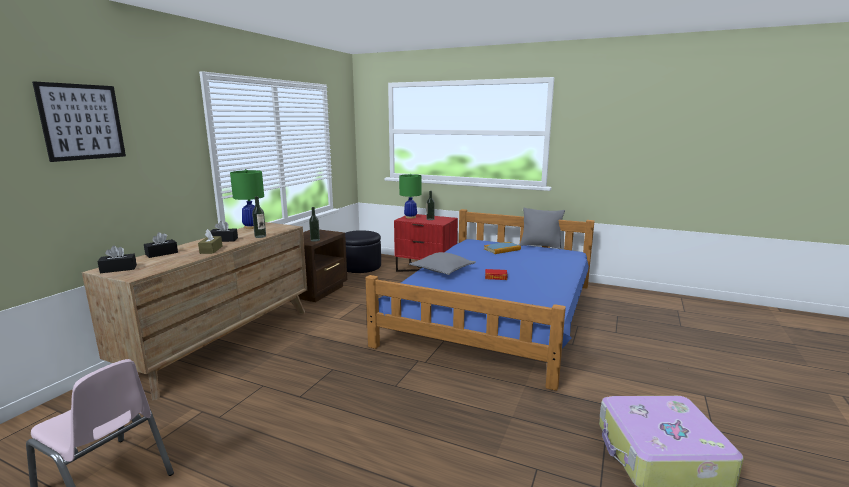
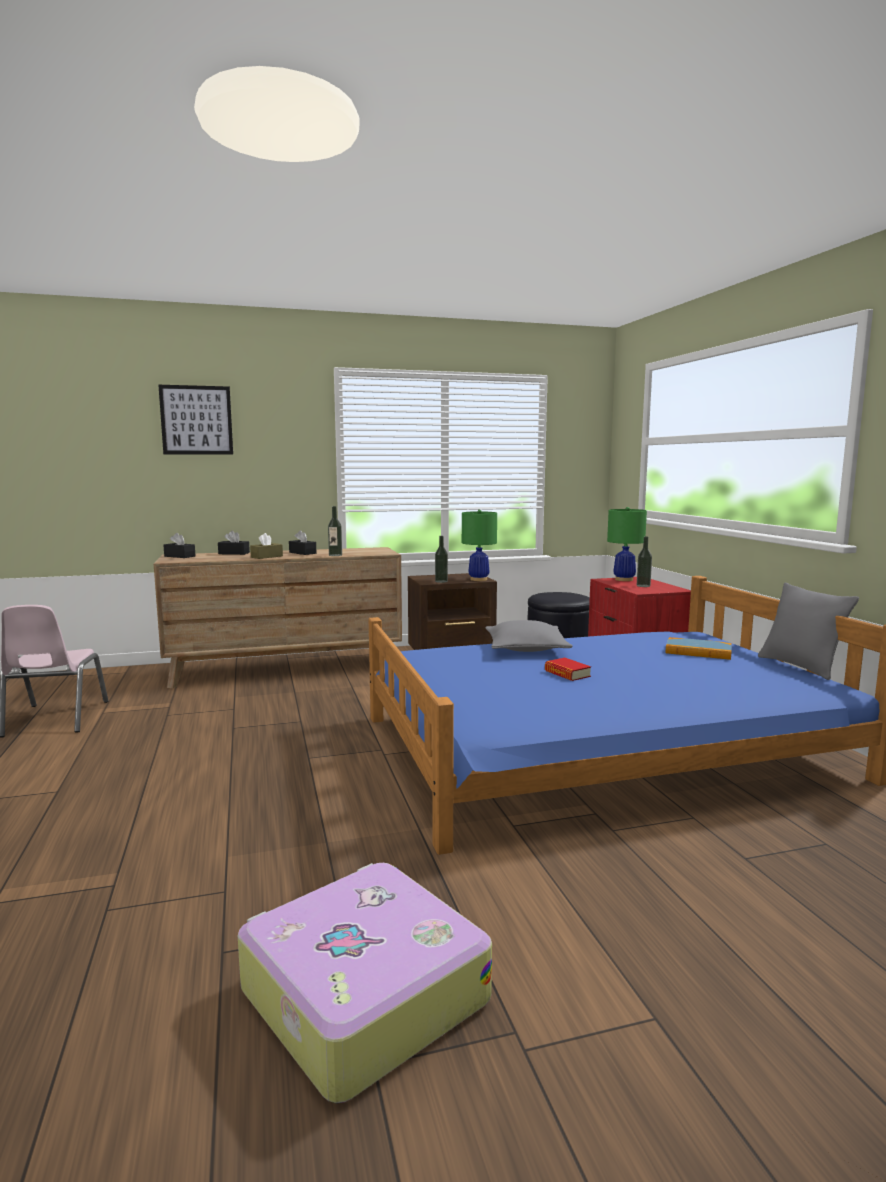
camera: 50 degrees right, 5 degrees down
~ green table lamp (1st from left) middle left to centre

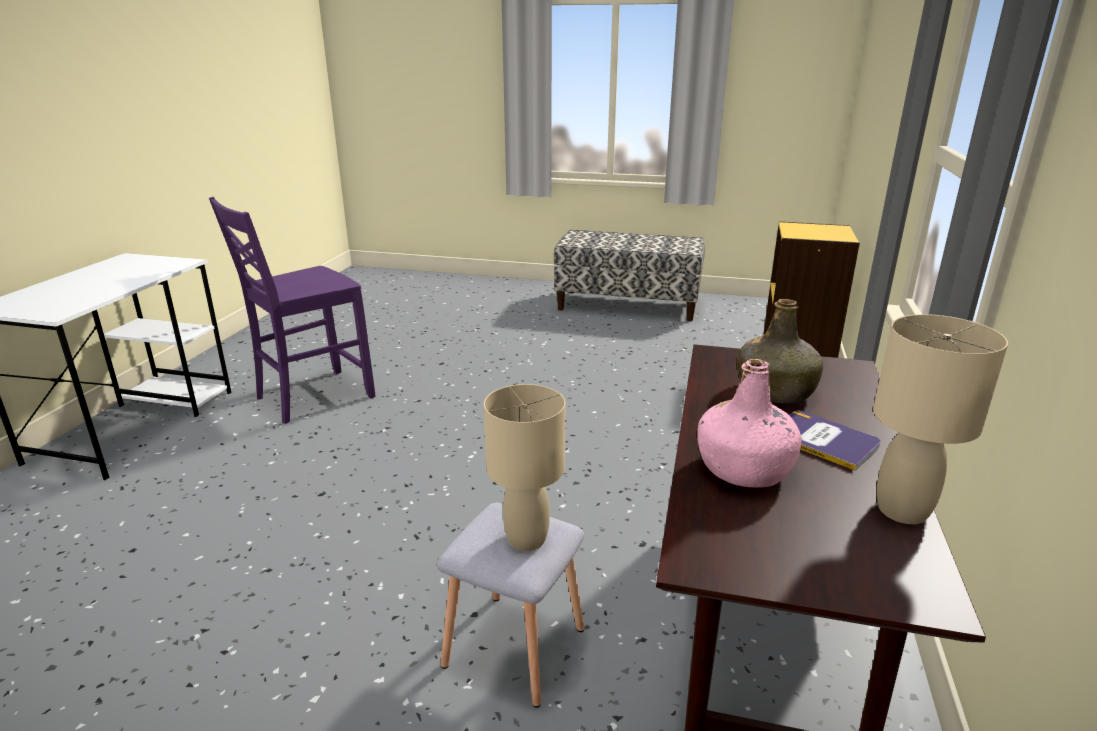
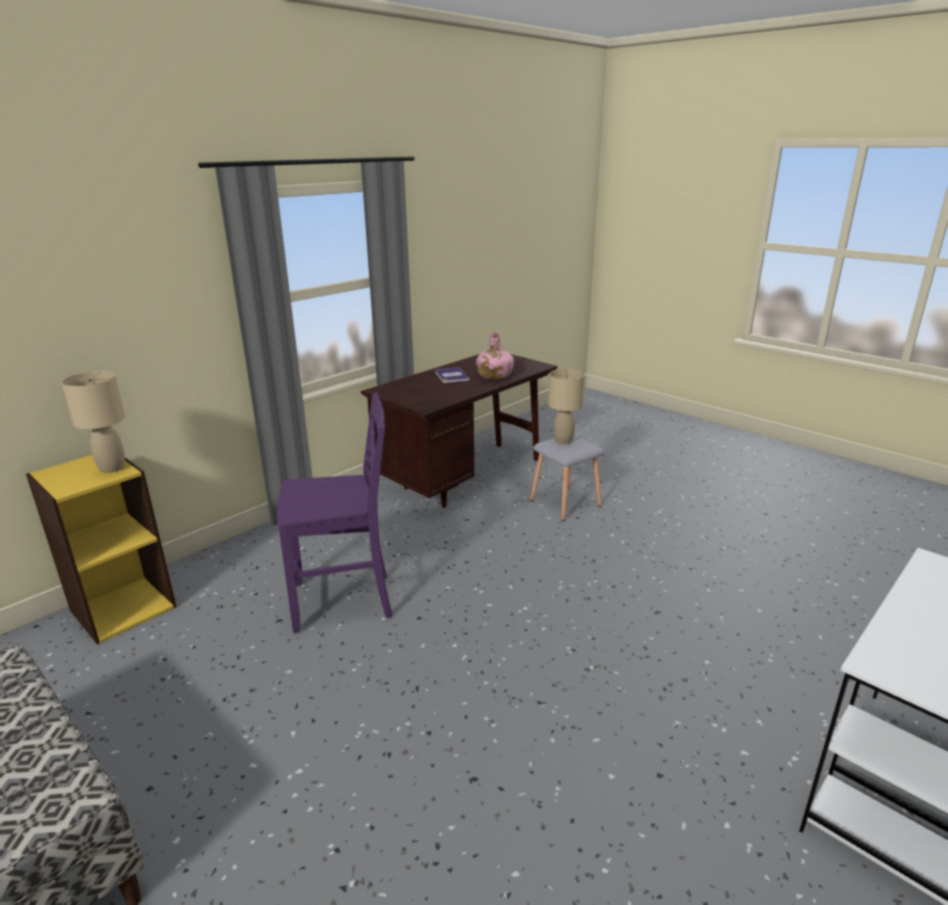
camera: 150 degrees left, 0 degrees up
~ purple plain chair middle left to centre
- green drink bottle middle right
~ sand-coloured table lamp (2nd from left in the first image) middle right to sand-coloured table lamp (1st from left) middle left

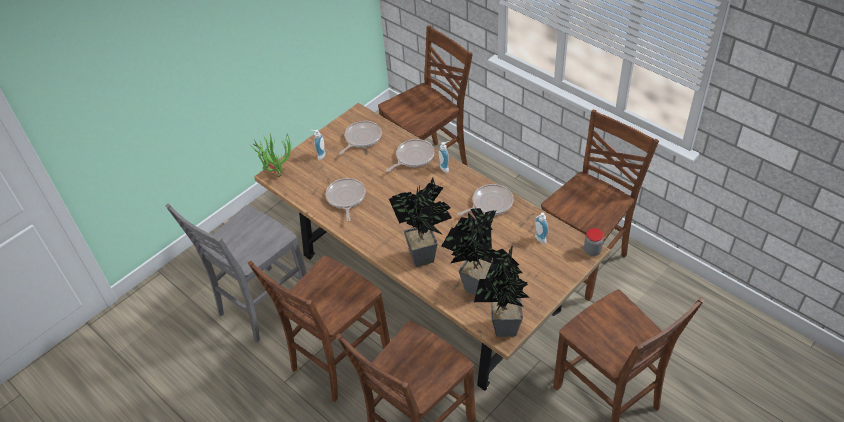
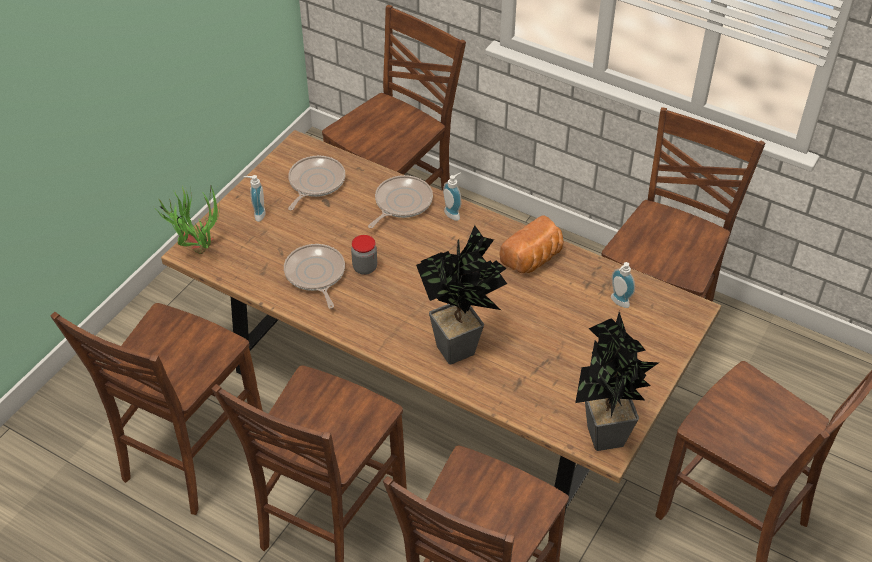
camera: 15 degrees left, 0 degrees up
~ greyish plain chair middle left to brown-coloured plain chair (1st from left) bottom left
- potted plant (3rd from left) centre
~ skillet (4th from left) centre to bread centre
~ jar middle right to centre

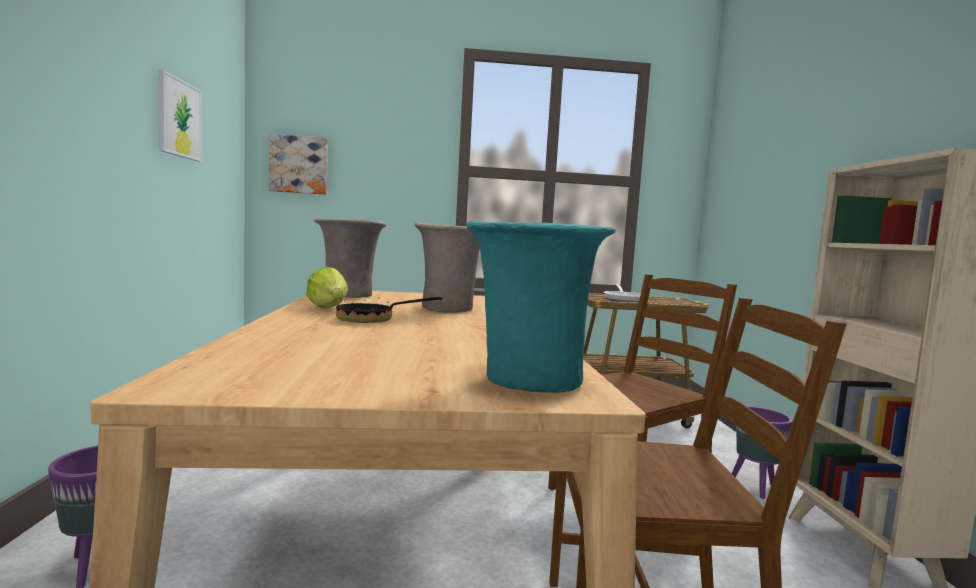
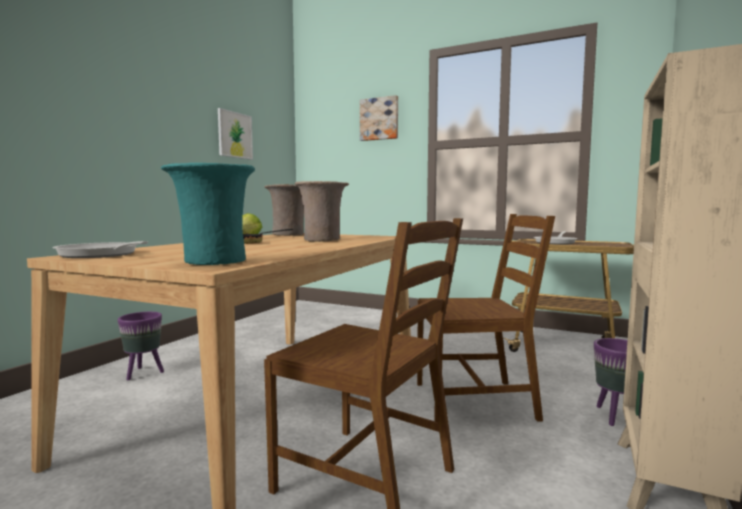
camera: 30 degrees right, 0 degrees up
~ wall art (2nd from left) top left to top centre
+ skillet (1st from left) middle left

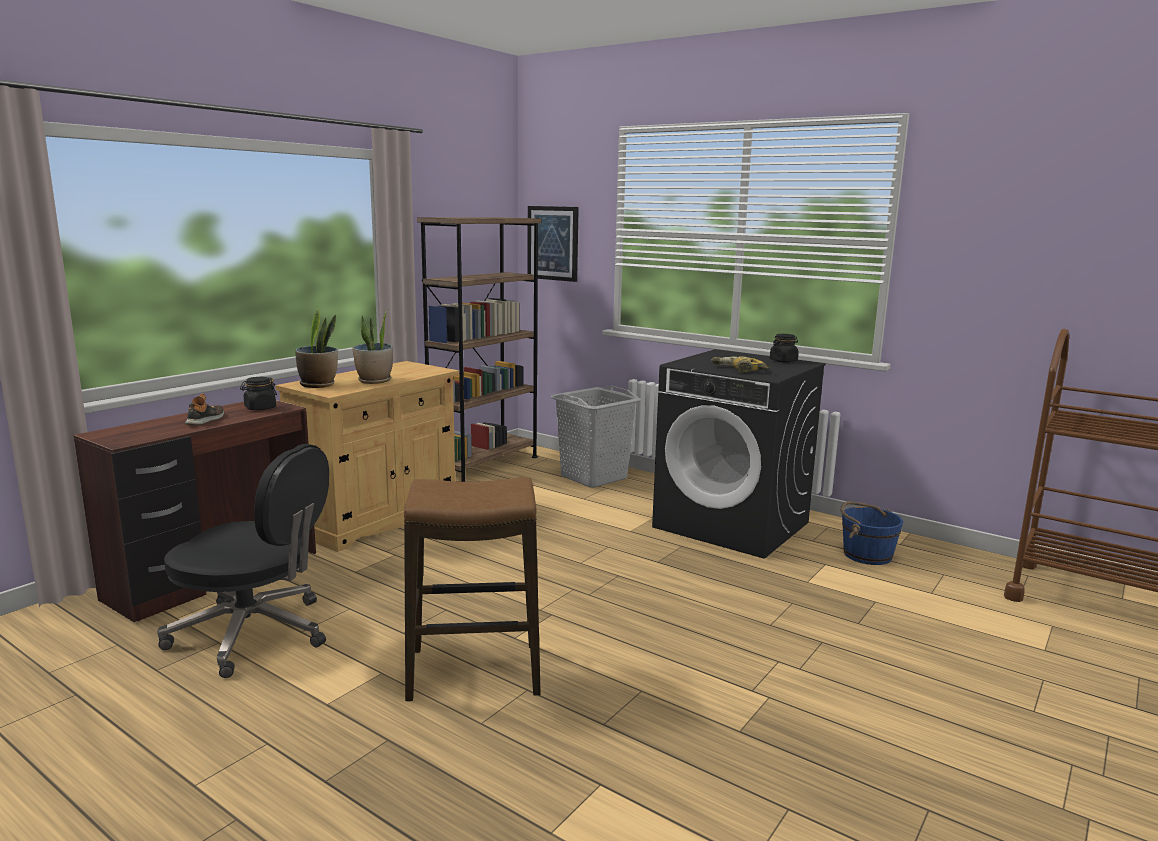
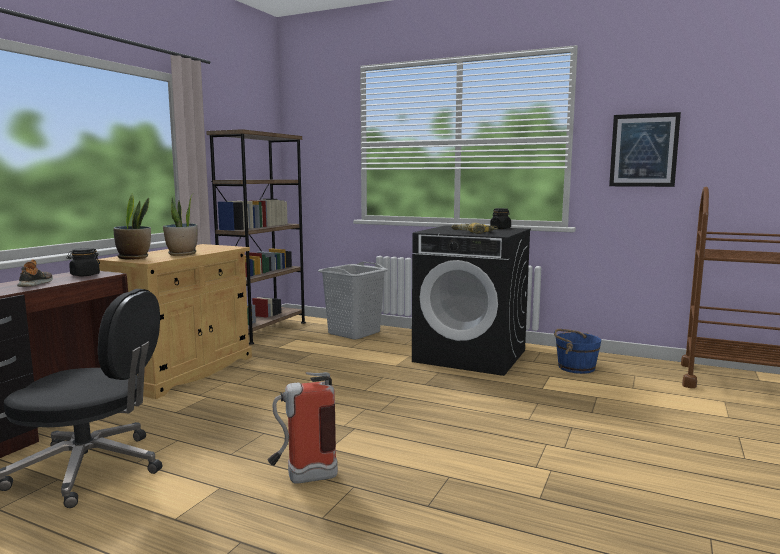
camera: 10 degrees left, 5 degrees down
~ stool bottom centre to extinguisher bottom centre
~ wall art top centre to top right

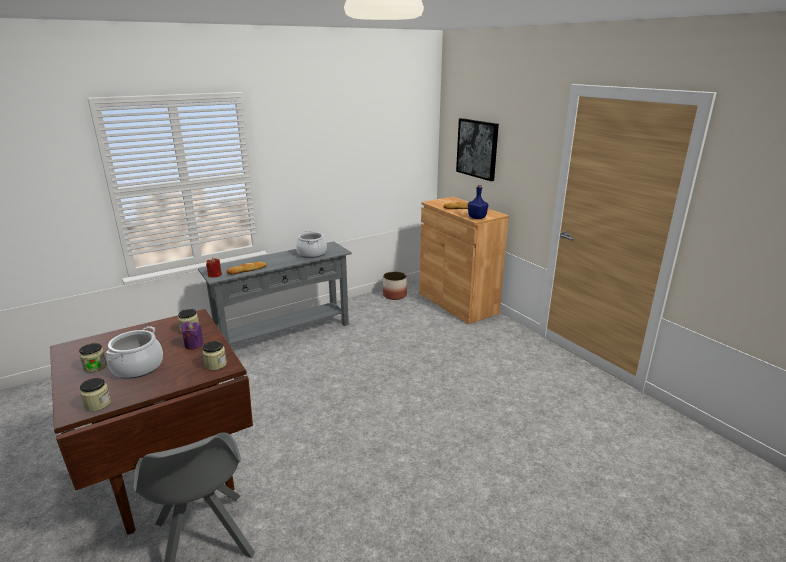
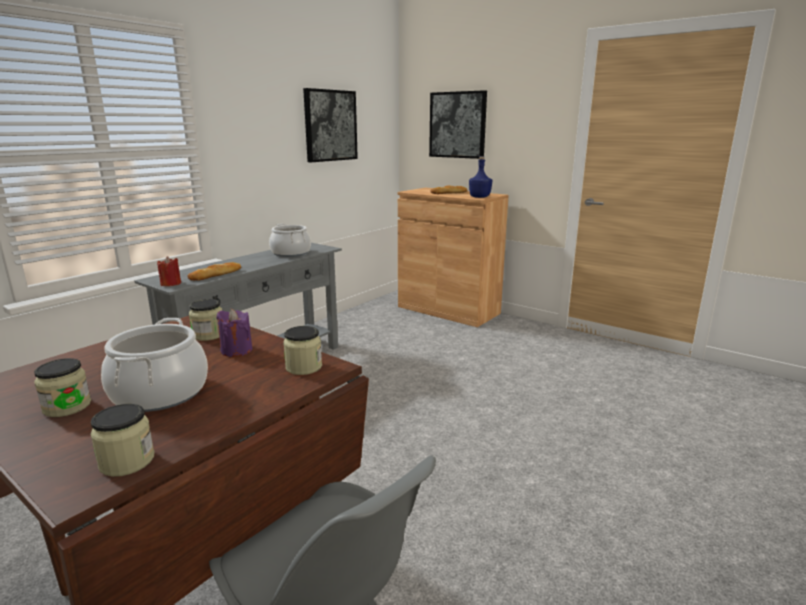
camera: 20 degrees left, 5 degrees down
- planter centre
+ wall art (1st from left) top centre

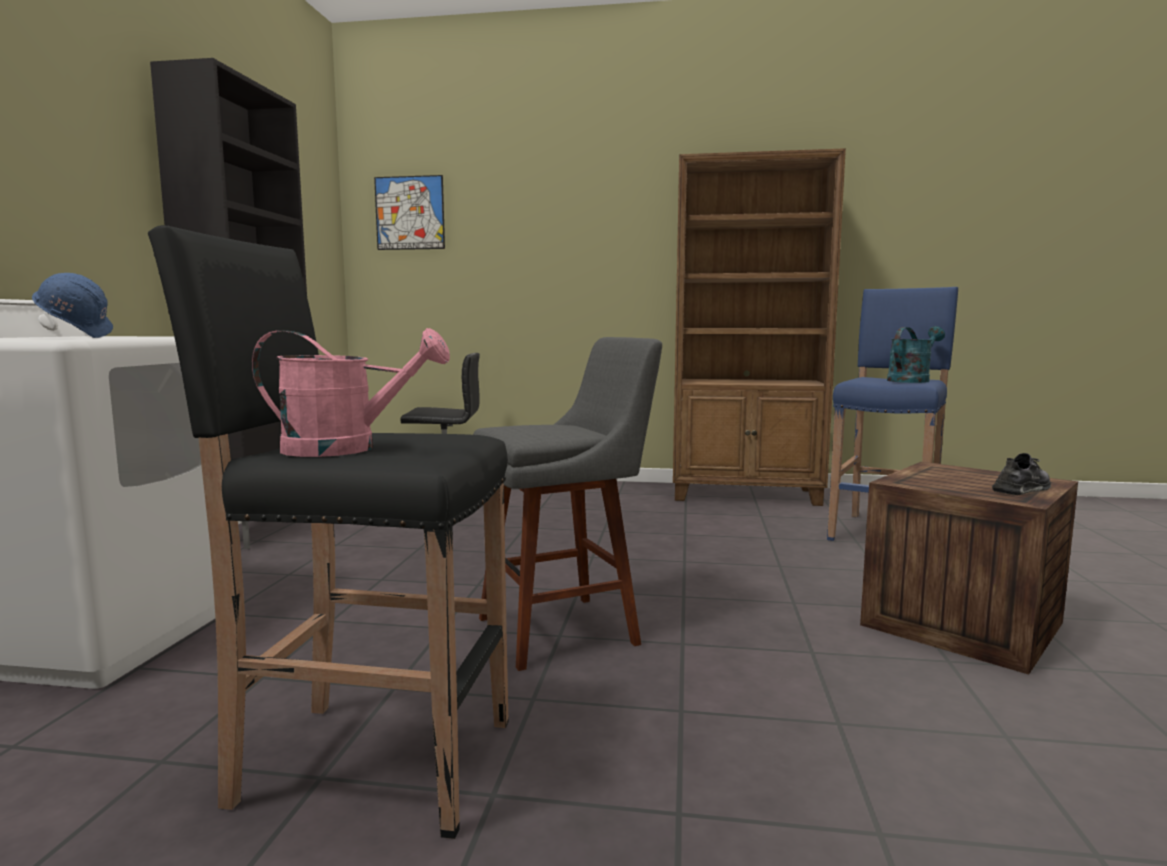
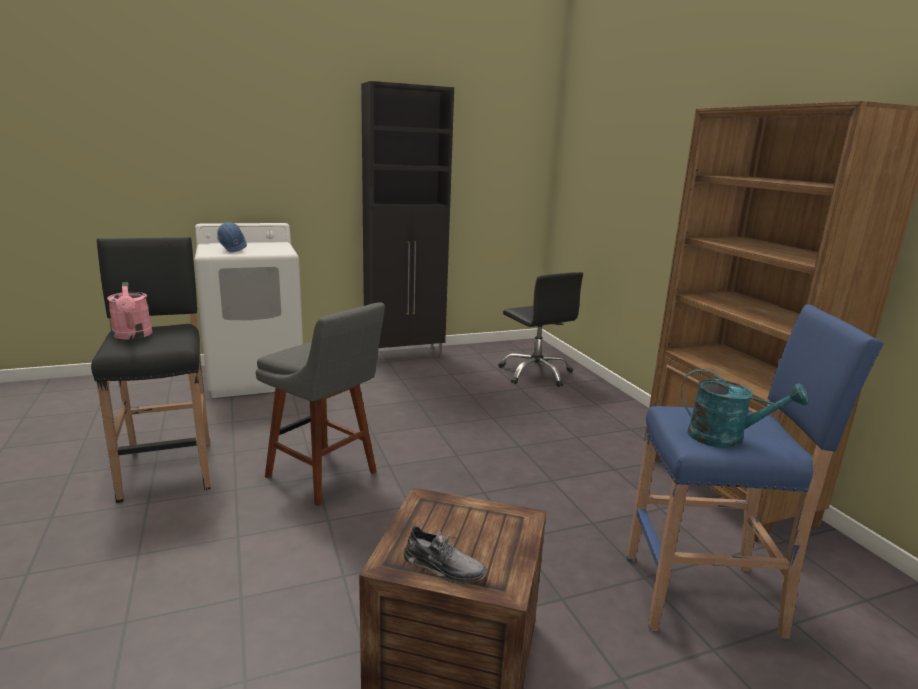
camera: 60 degrees right, 10 degrees up
- wall art top centre

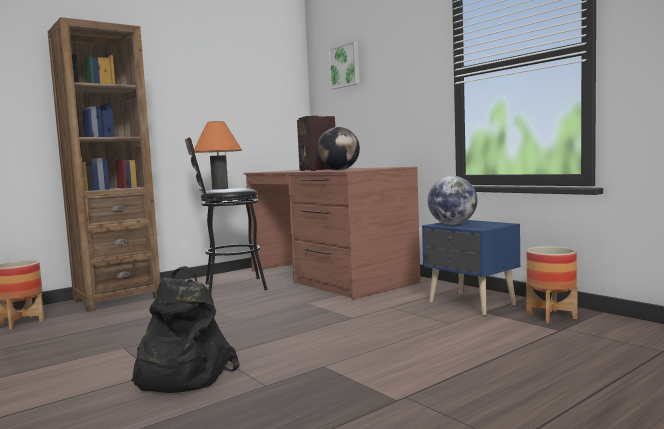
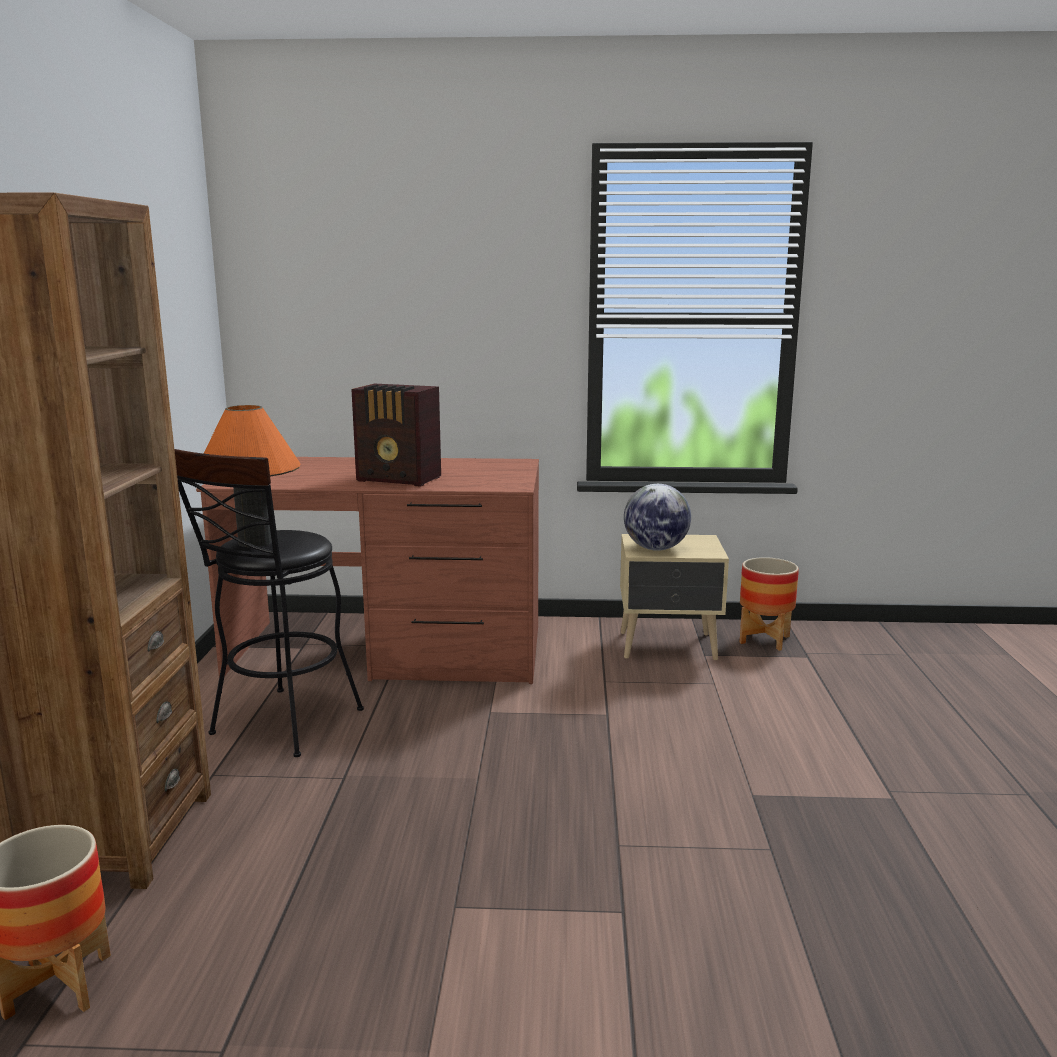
camera: 50 degrees left, 10 degrees up
- black-coloured backpack bottom left
- world globe (1st from left) centre
- wall art top centre
~ blue-coloured nightstand middle right to sand-coloured nightstand centre

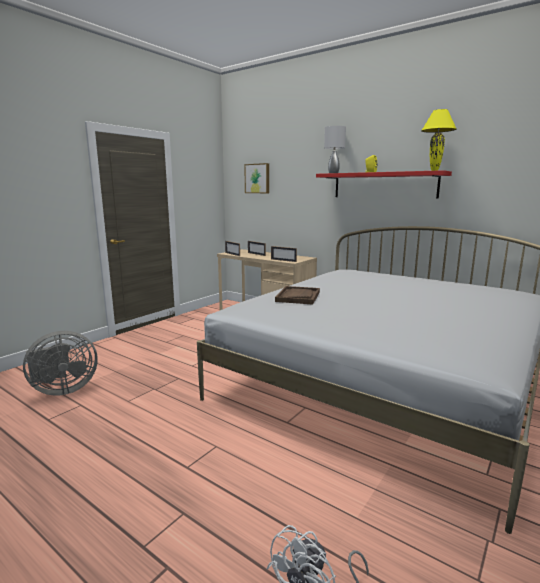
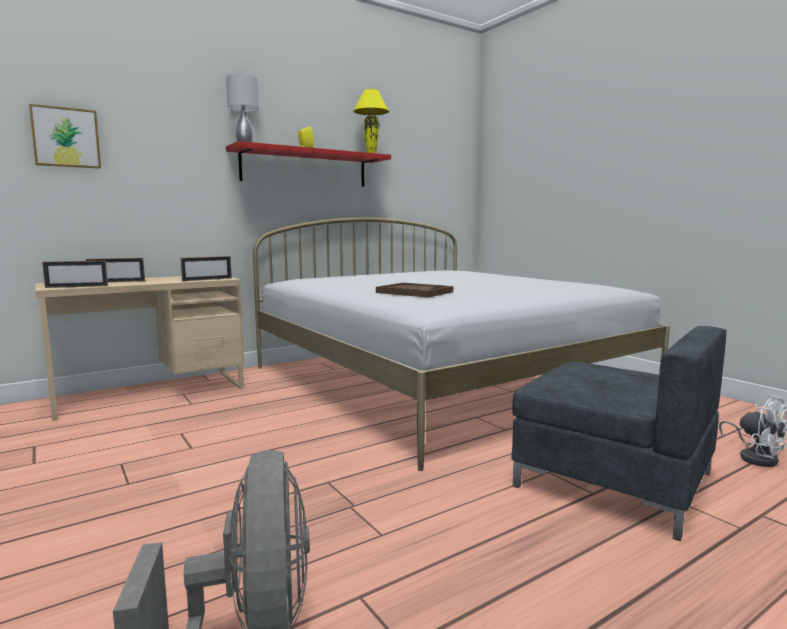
camera: 70 degrees left, 5 degrees down
+ greyish armchair bottom right

